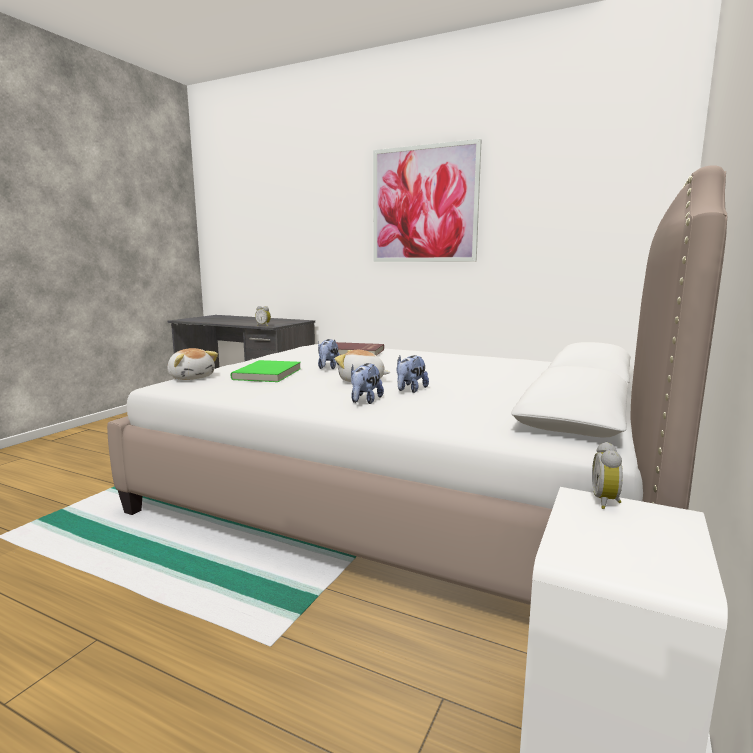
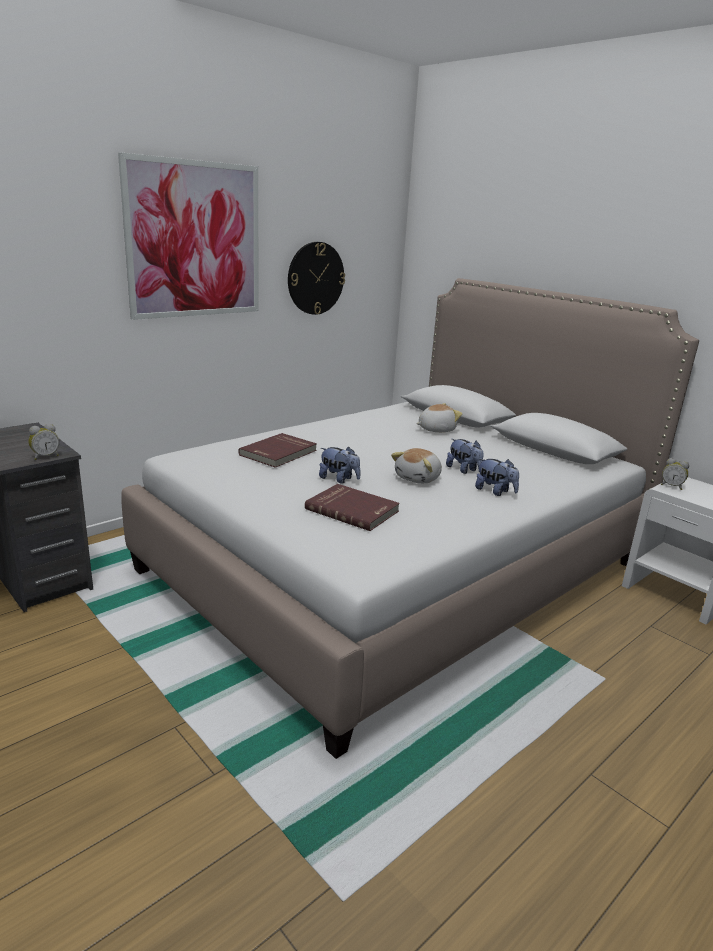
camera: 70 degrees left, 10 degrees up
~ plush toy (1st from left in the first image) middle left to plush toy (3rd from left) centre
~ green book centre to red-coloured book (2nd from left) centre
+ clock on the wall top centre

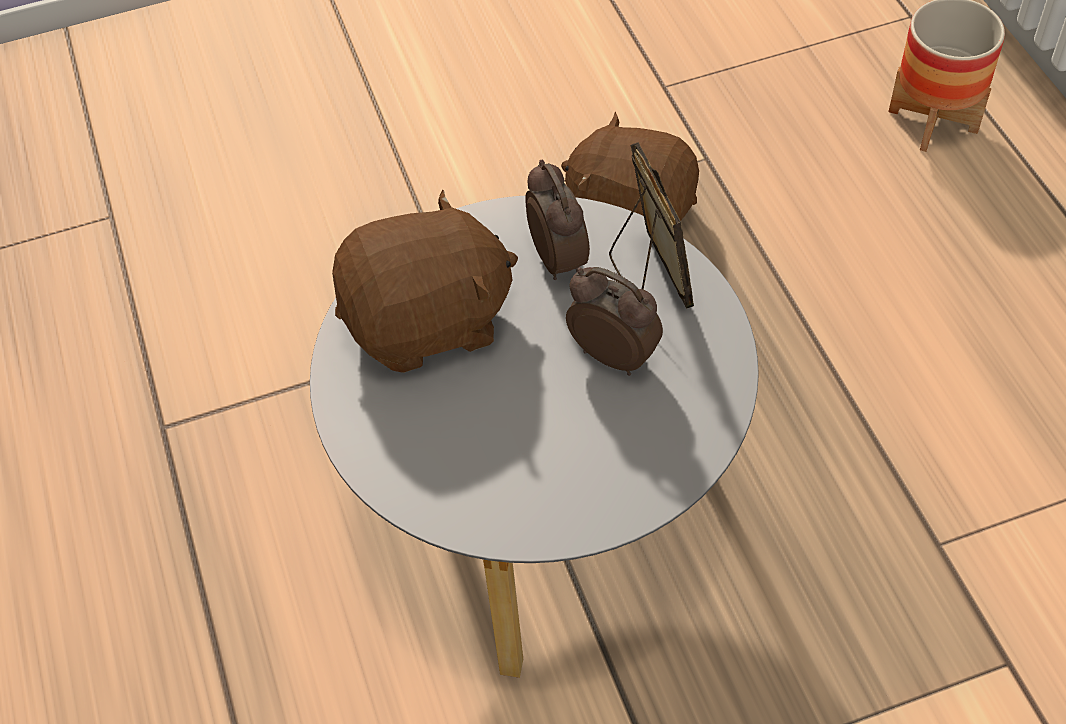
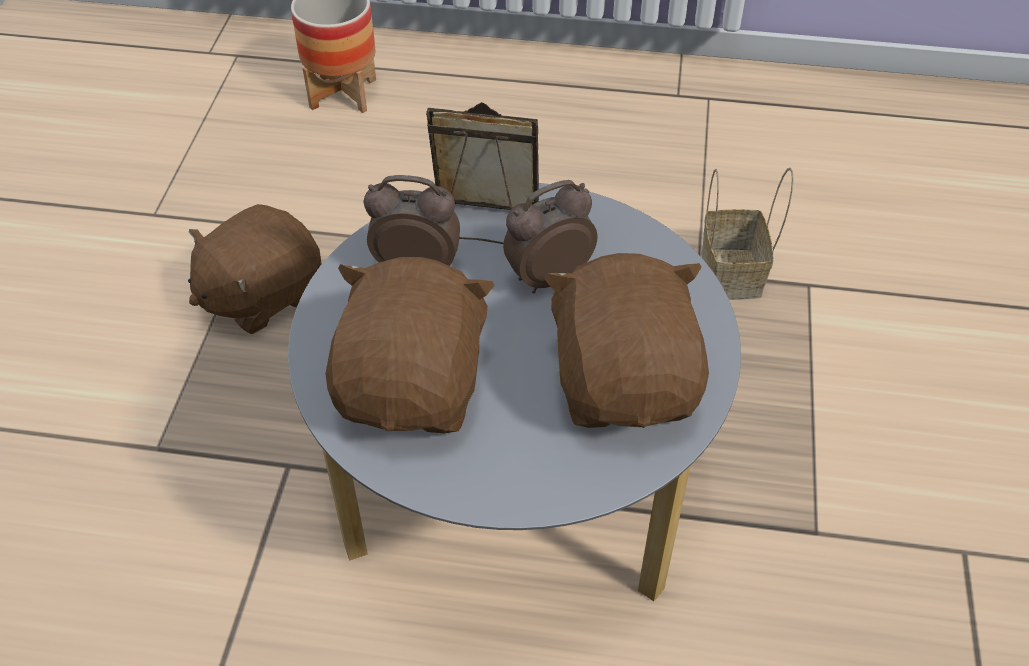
camera: 65 degrees left, 5 degrees down
+ brown-coloured plush toy (3rd from left) centre
+ household basket middle right

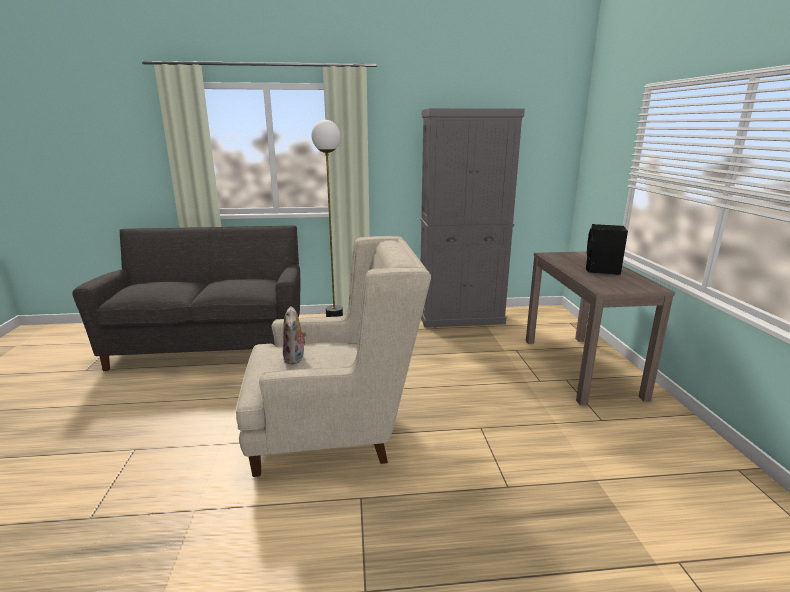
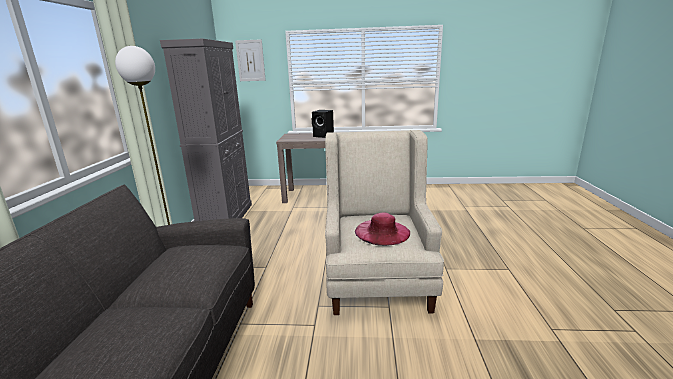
camera: 80 degrees left, 0 degrees up
~ plush toy centre to pink hat centre
+ wall art top centre

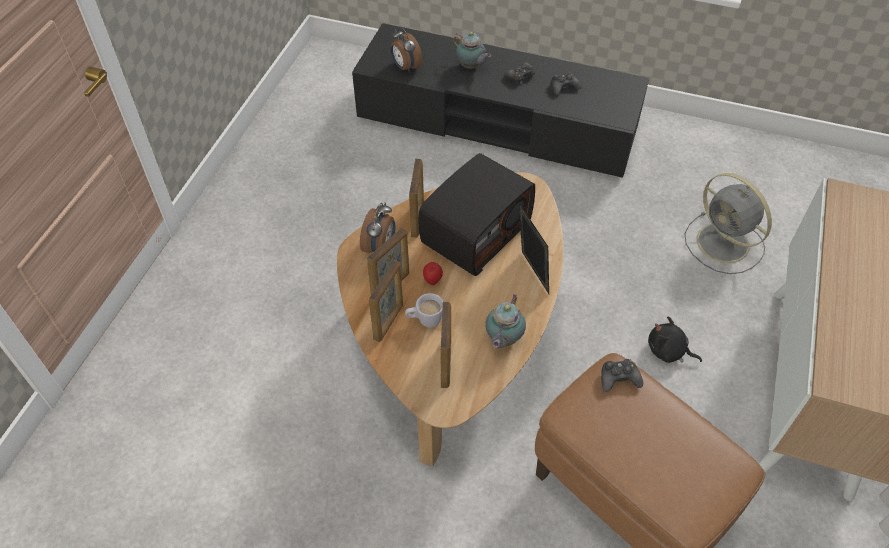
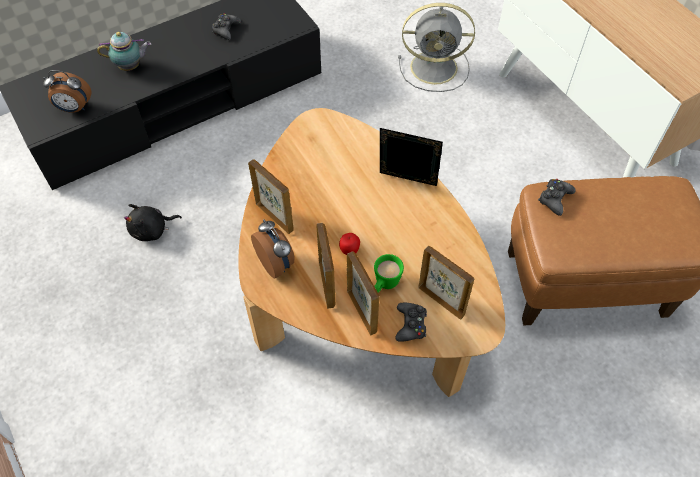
camera: 50 degrees left, 5 degrees up
~ white tea mug centre to green tea mug centre
- radio receiver centre
- pot for tea (2nd from left) centre
~ black-coloured gamepad (1st from left in the first image) top centre to black-coloured gamepad (2nd from left) bottom centre
~ black-coloured plush toy middle right to middle left

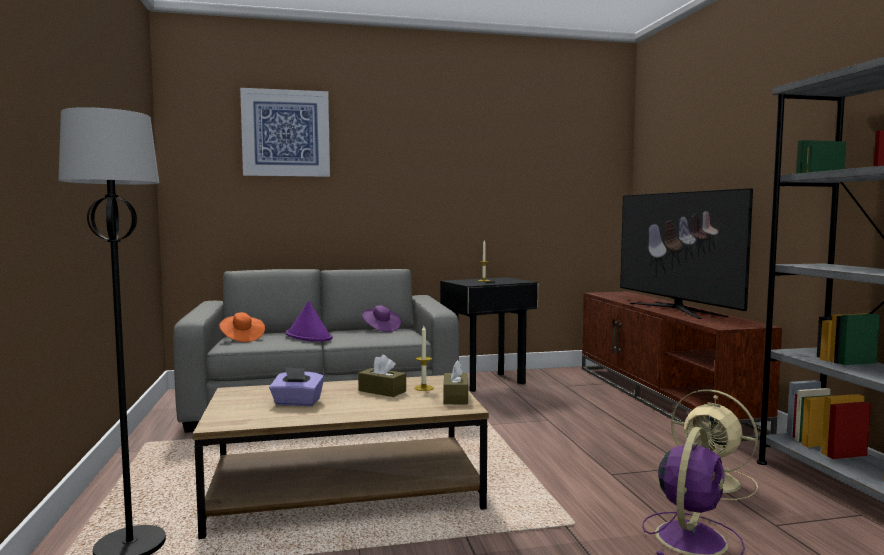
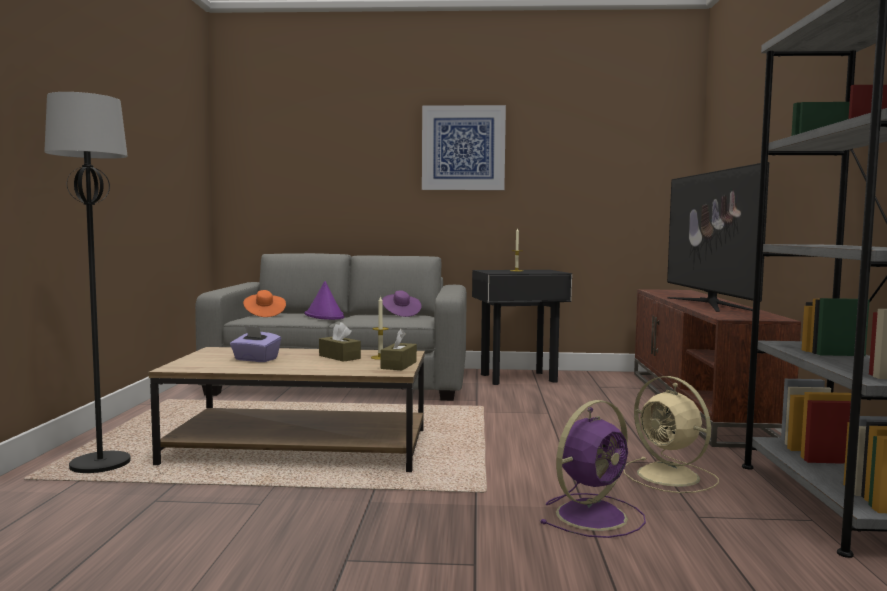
camera: 15 degrees right, 0 degrees up
~ wall art top left to top centre

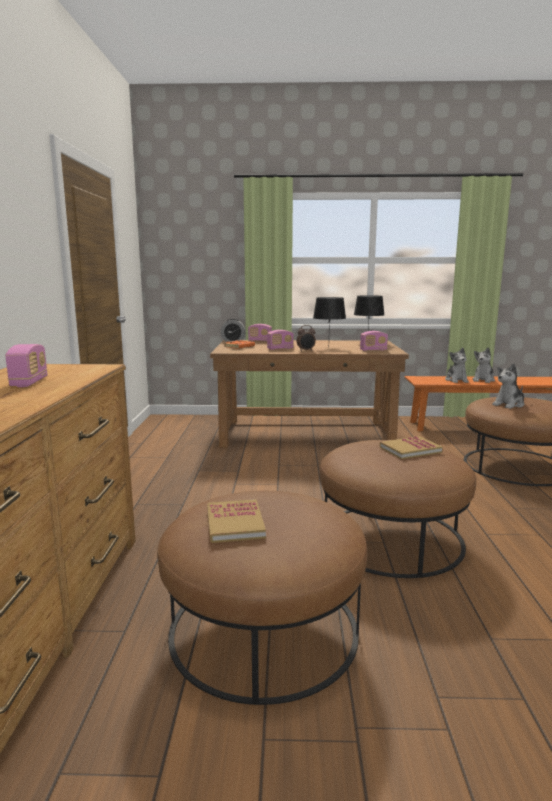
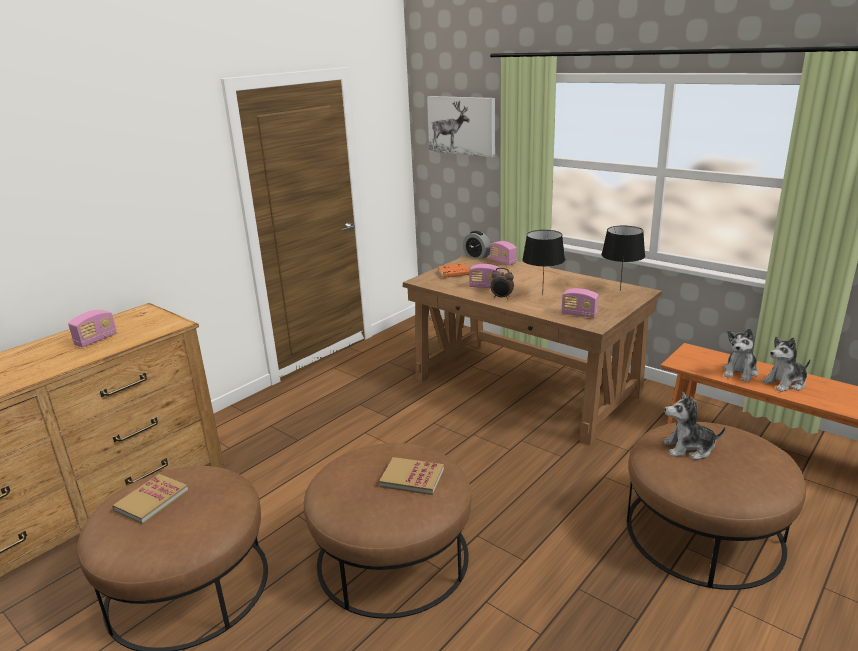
camera: 40 degrees right, 10 degrees up
+ wall art top centre

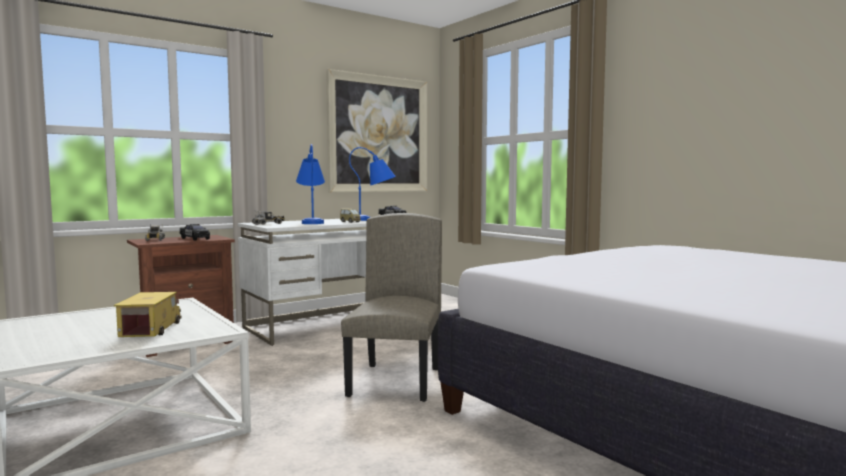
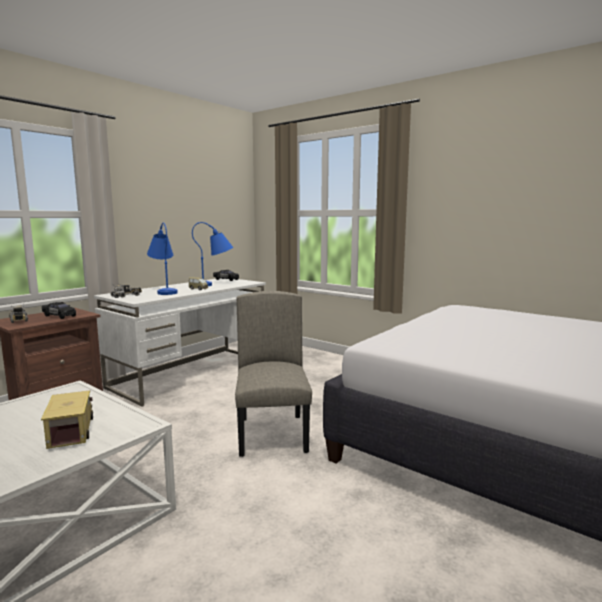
camera: 15 degrees left, 5 degrees up
- wall art top centre

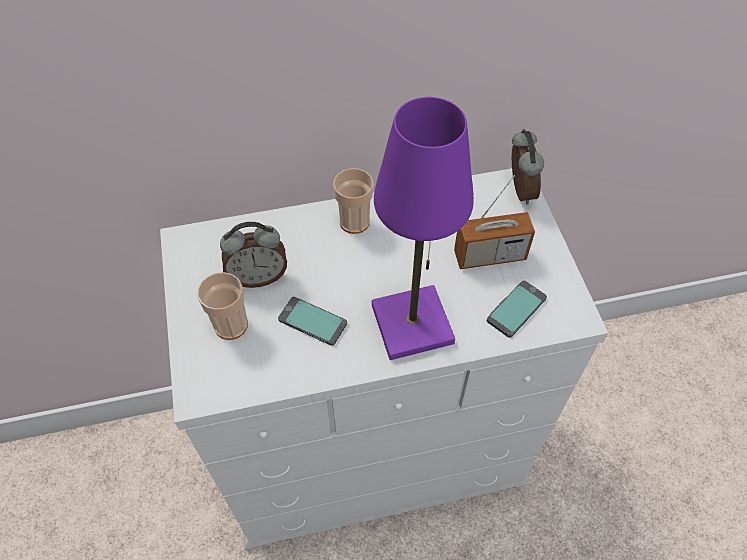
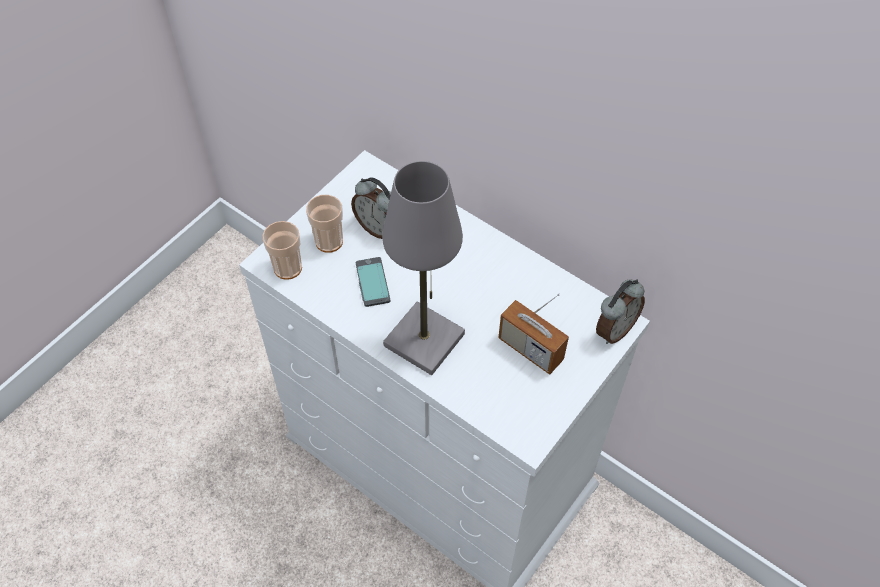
camera: 50 degrees right, 0 degrees up
~ drinking cup (2nd from left in the first image) centre to drinking cup (1st from left) middle left
~ purple table lamp centre to greyish table lamp centre
- telephone (2nd from left) middle right

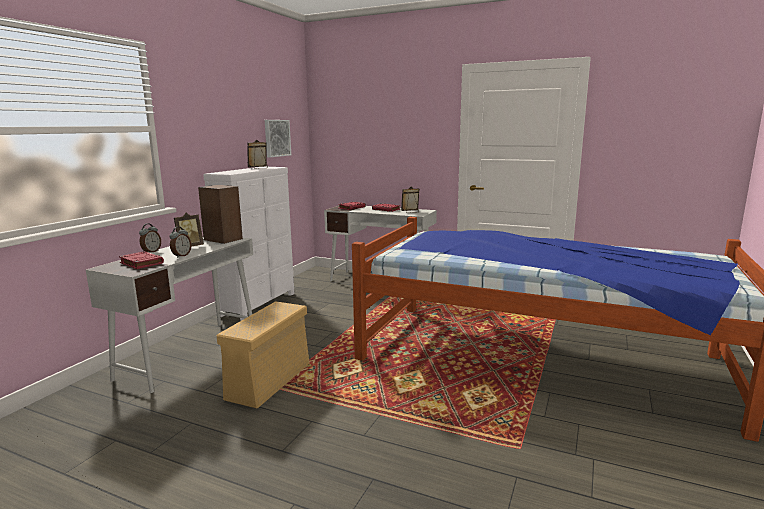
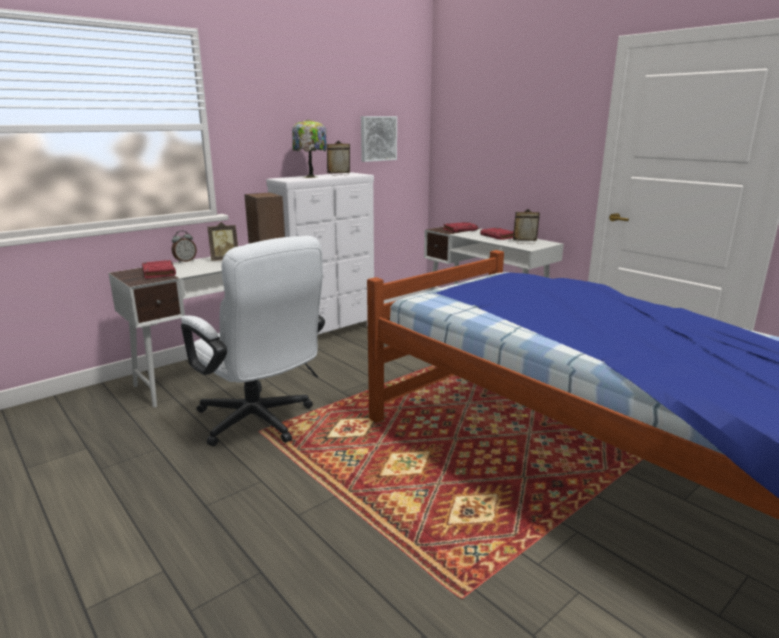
camera: 25 degrees right, 5 degrees up
- bedside clock (2nd from left) middle left
~ sand-coloured storage box bottom centre to white office chair middle left
+ table lamp top centre

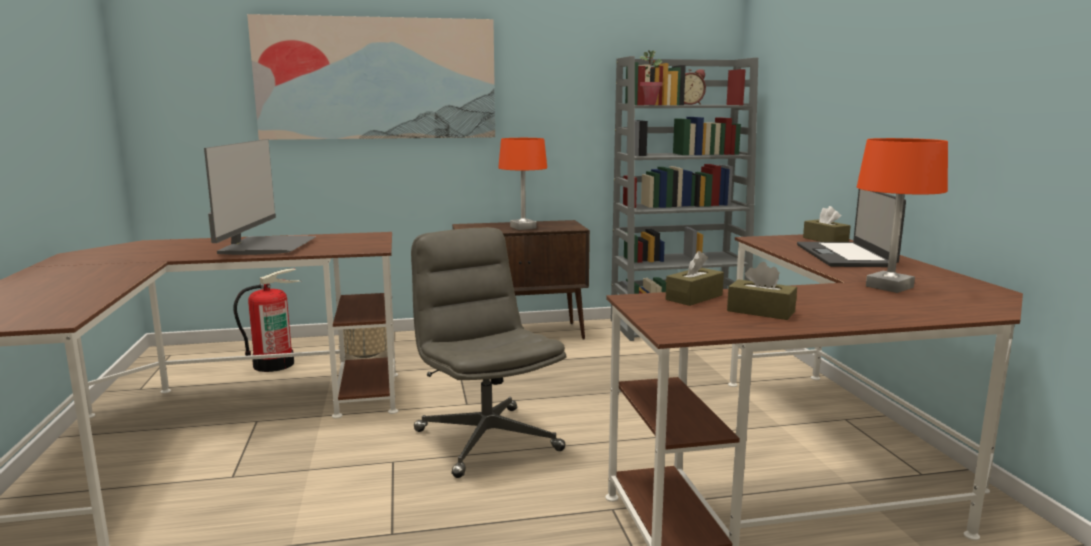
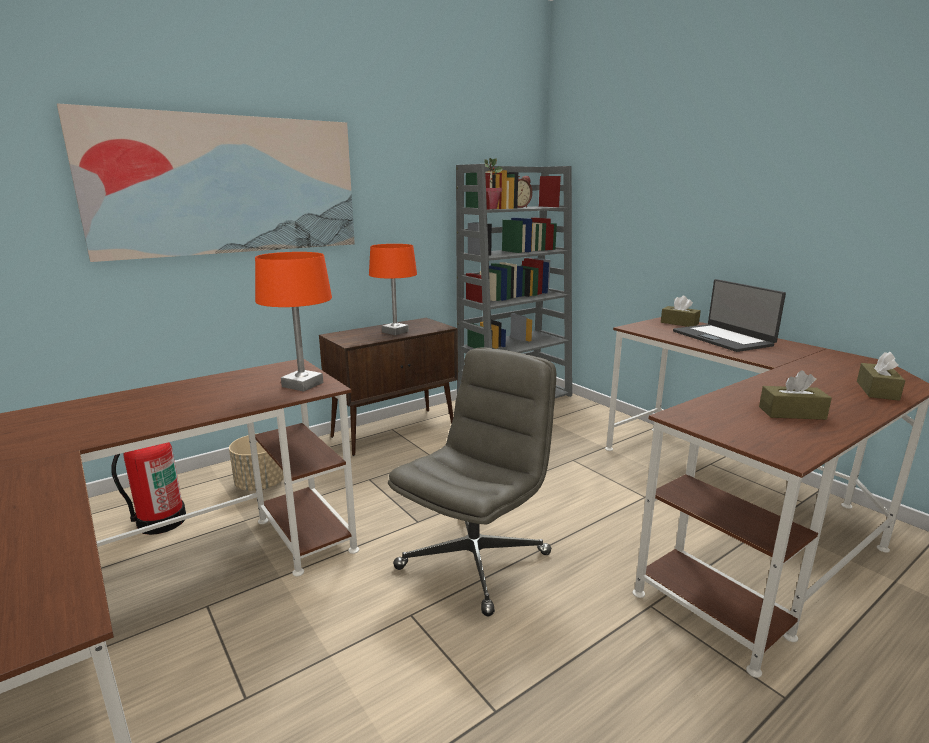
camera: 25 degrees left, 5 degrees up
- computer display middle left
~ greyish office chair centre = centre 90 degrees clockwise
~ brown-coloured tissue box (1st from left in the first image) centre to brown-coloured tissue box (3rd from left) middle right
~ orange table lamp (2nd from left in the first image) middle right to orange table lamp (1st from left) middle left

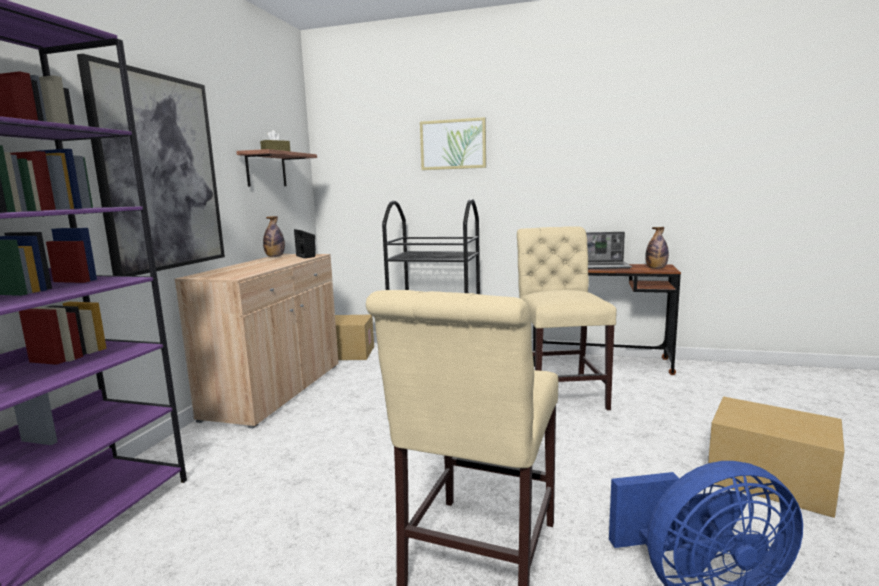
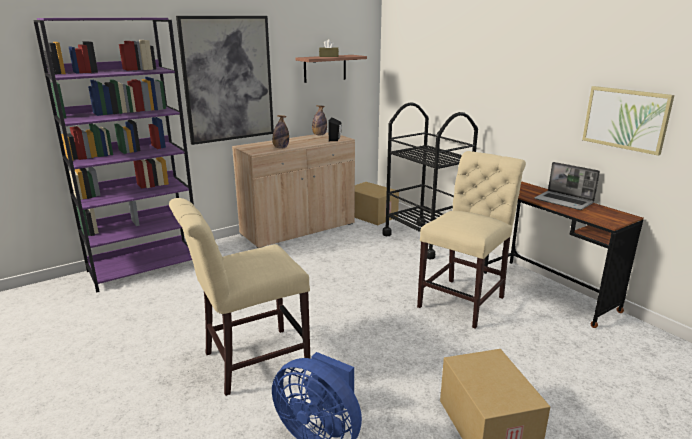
camera: 40 degrees right, 10 degrees up
~ wall art (2nd from left) top centre to top right
~ drink bottle (2nd from left in the first image) middle right to drink bottle (1st from left) top centre

